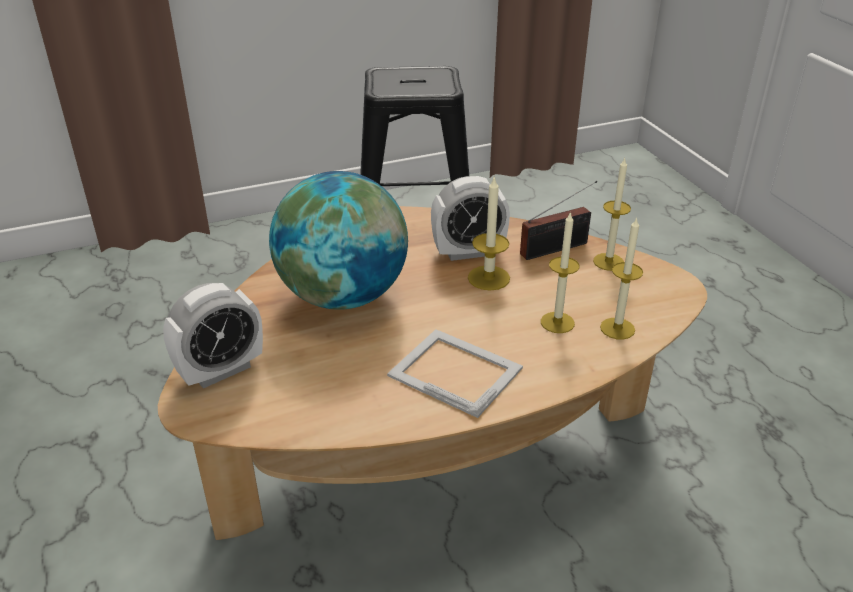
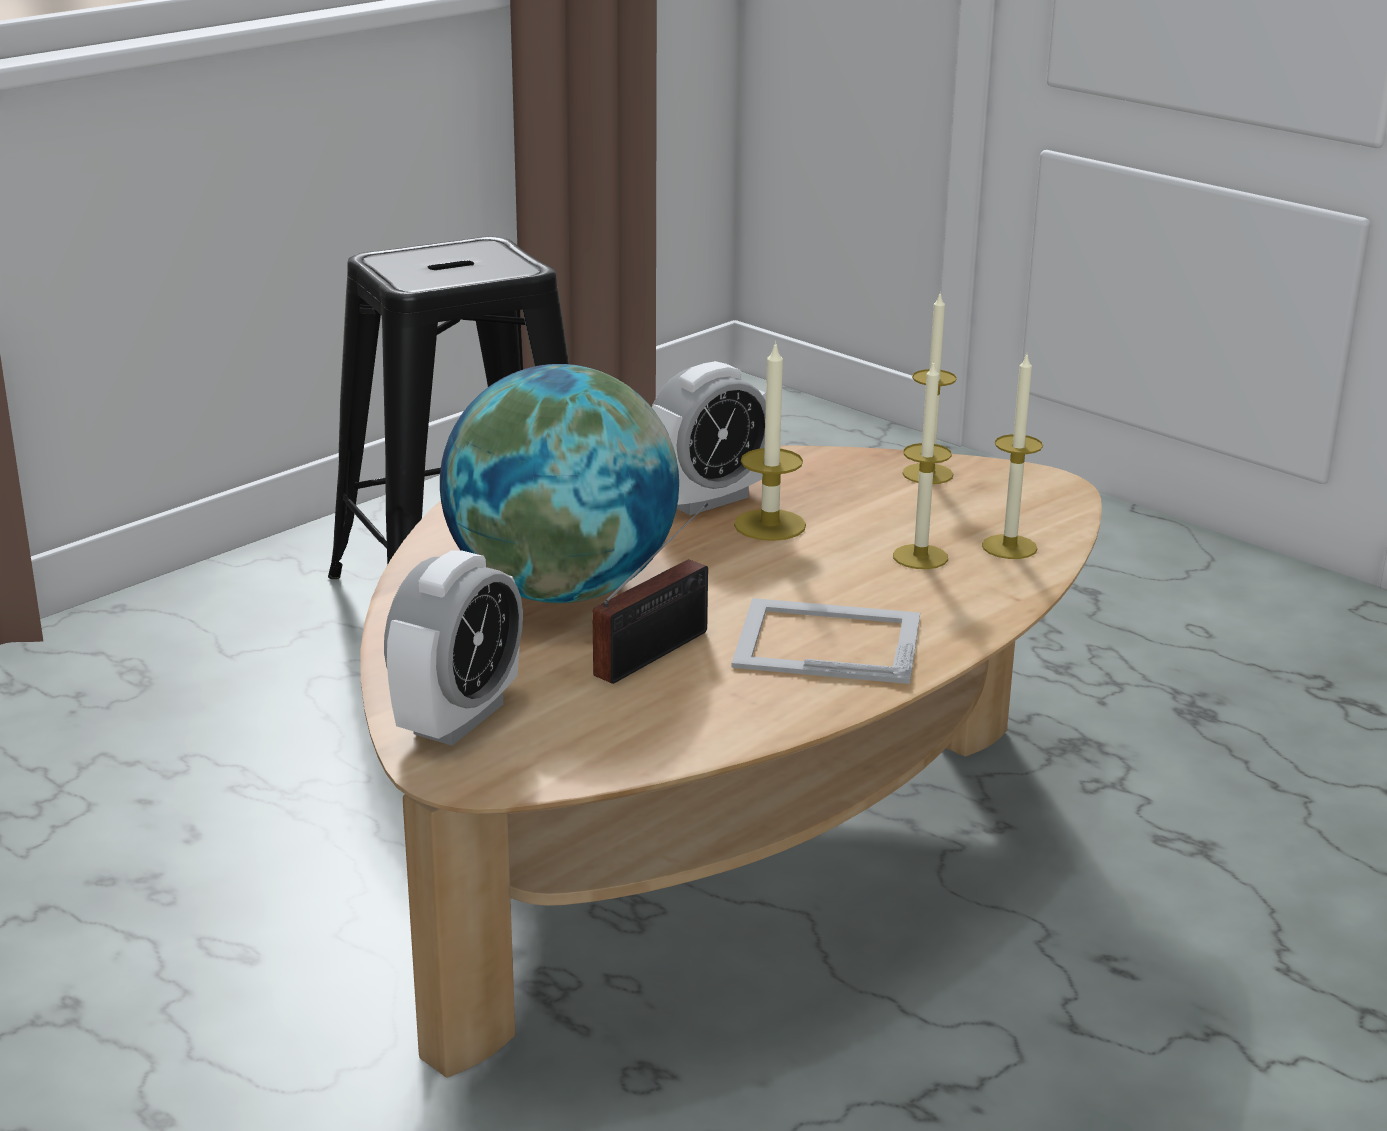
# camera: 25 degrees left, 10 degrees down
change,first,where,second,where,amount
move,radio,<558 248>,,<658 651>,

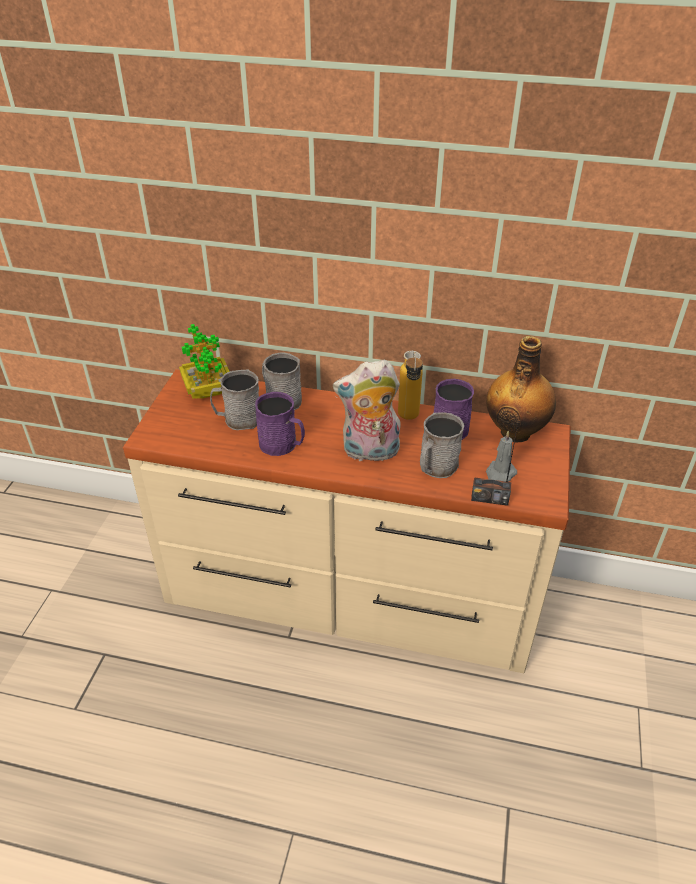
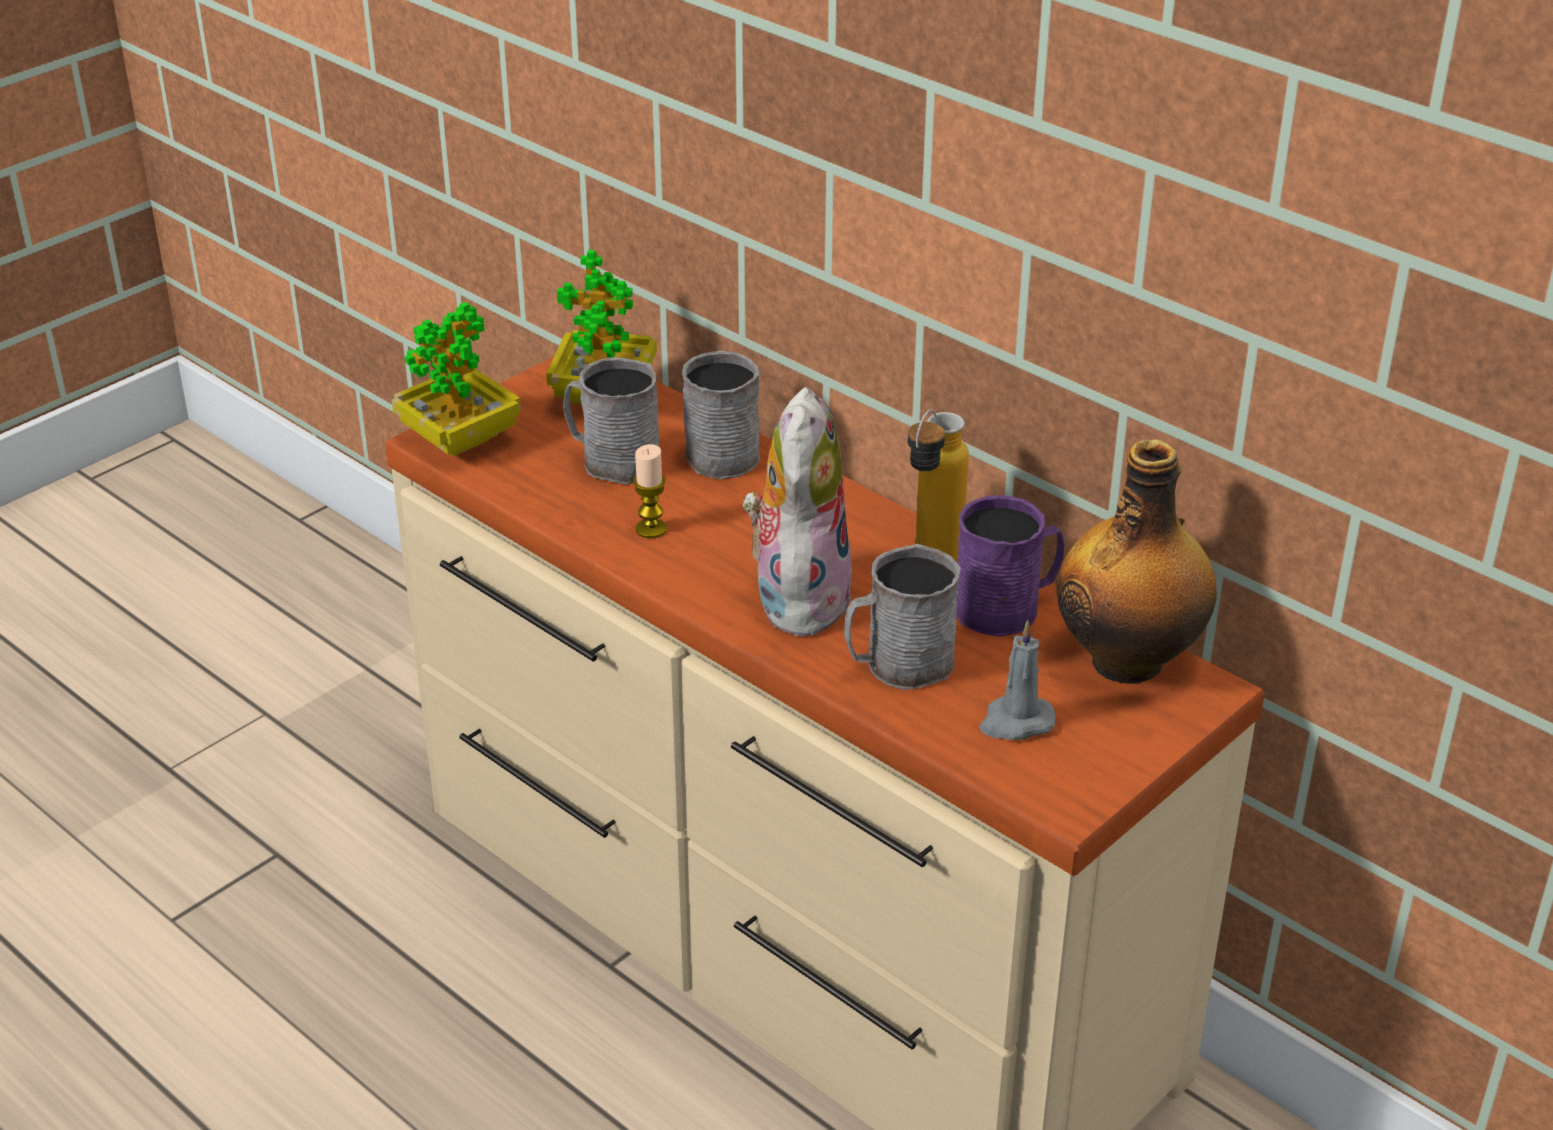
# camera: 30 degrees right, 5 degrees down
change,first,where,second,where,amount
rotate,pluszak,<369 452>,,<797 596>,75 degrees clockwise
replace,kubek [fioletowy],<282 445>,świeca,<651 529>,
delete,radio,<489 498>,,,
insert,,,roślina doniczkowa,<459 439>,

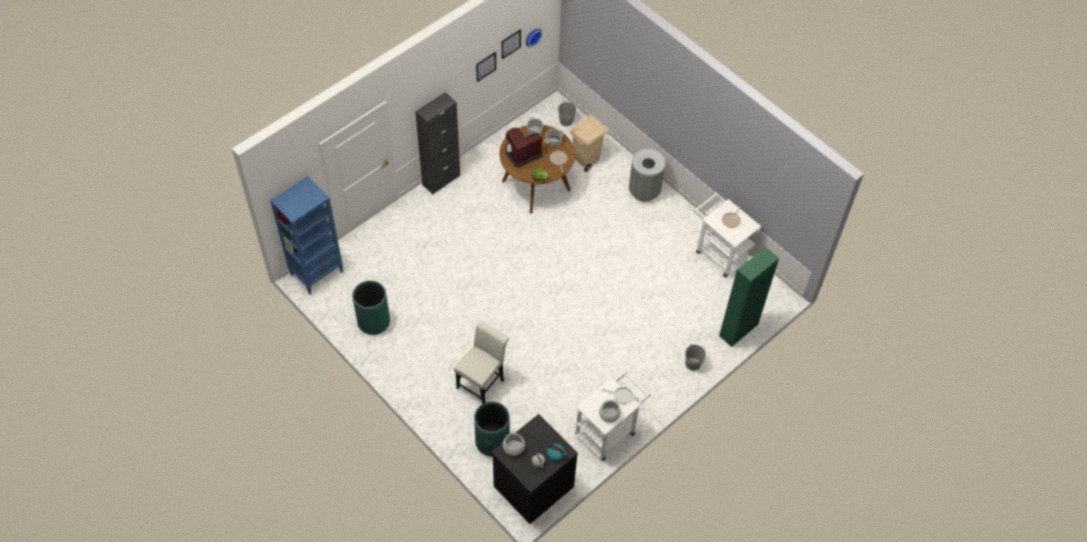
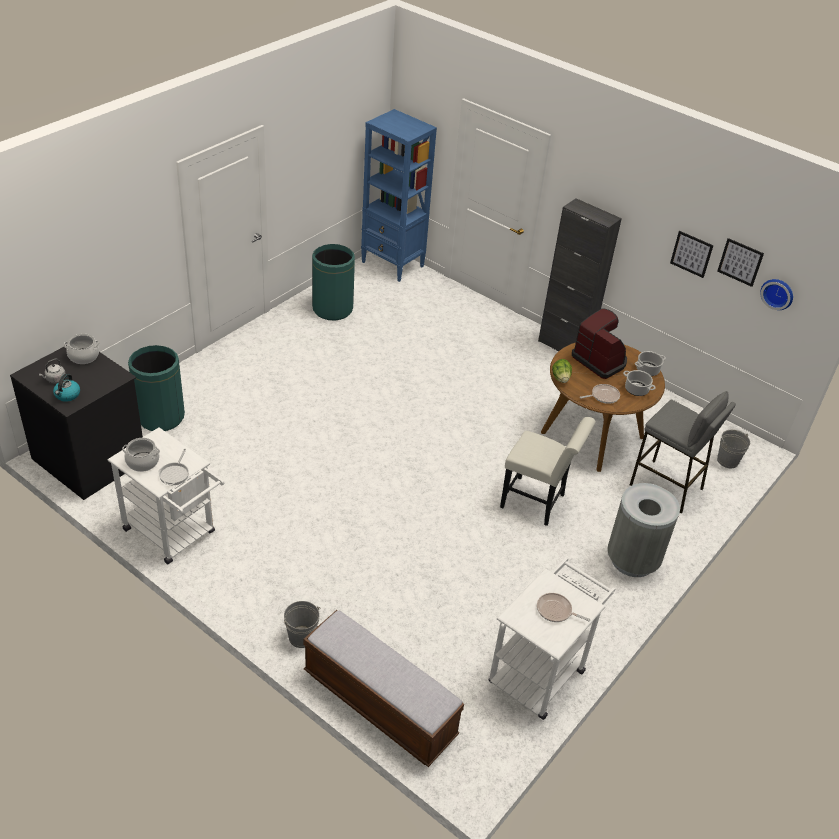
# camera: 80 degrees right, 15 degrees down
change,first,where,second,where,amount
replace,kosz na śmieci [beżowy],<586 158>,stołek [szary],<666 487>,
replace,szafka [zielony],<738 330>,ławka,<379 704>,
move,krzesło [biały],<482 382>,,<537 503>,

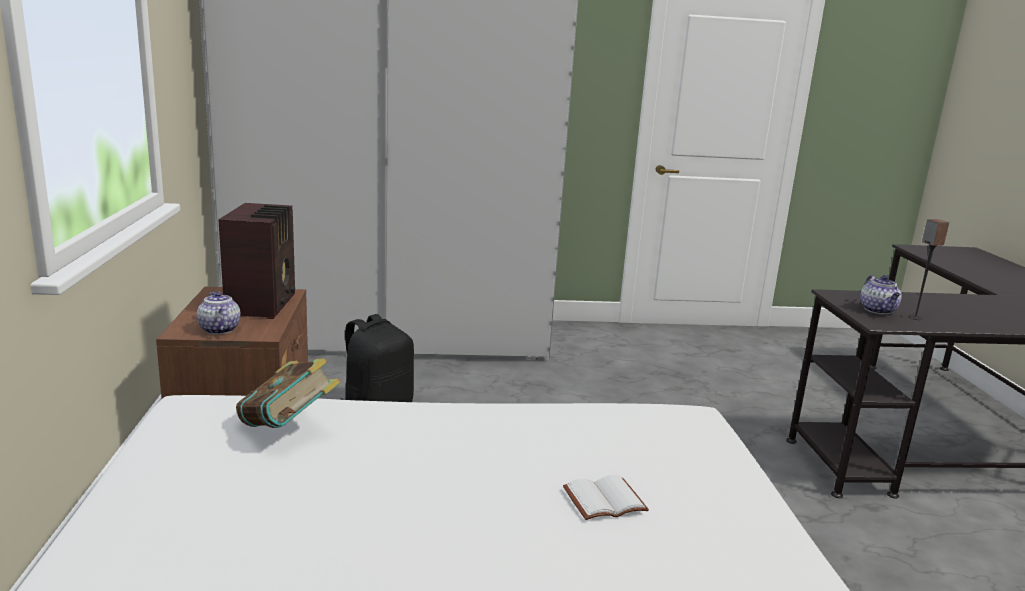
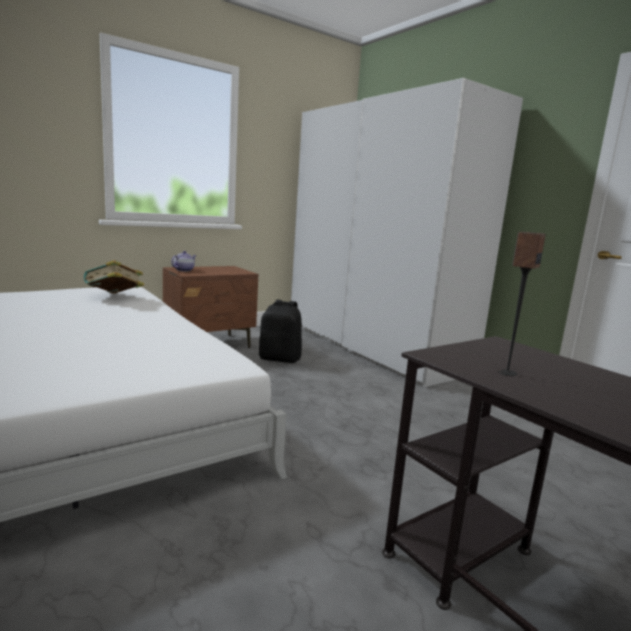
# camera: 60 degrees right, 5 degrees down
change,first,where,second,where,amount
delete,radio,<263 304>,,,
delete,imbryk,<878 310>,,,
delete,książka [biały],<604 499>,,,

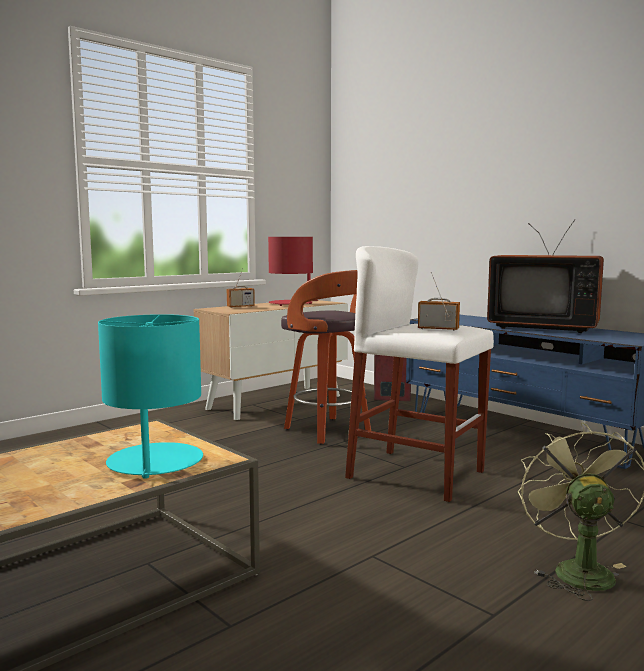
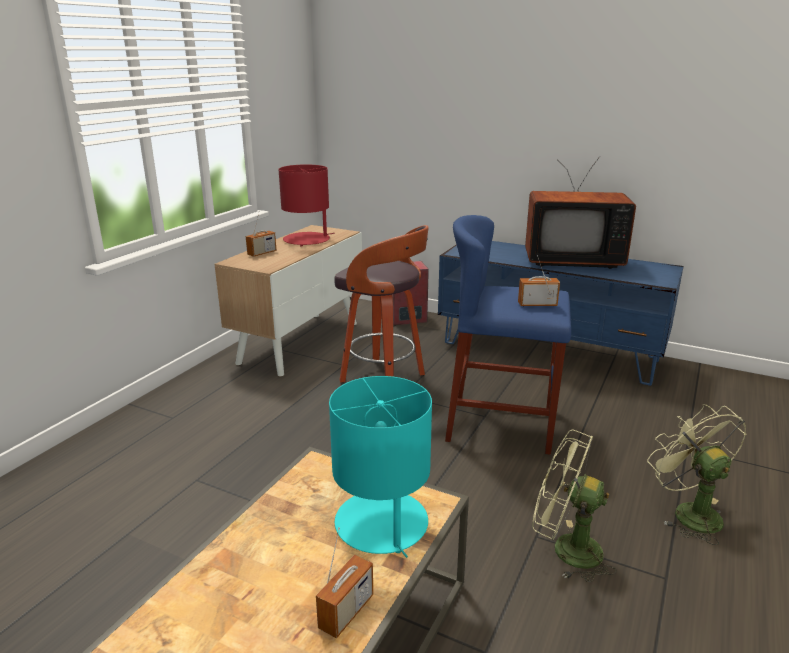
# camera: 20 degrees left, 15 degrees up
change,first,where,second,where,amount
recolor,stołek [biały],<416 474>,stołek [niebieski],<501 424>,
insert,,,wentylator [zielony],<566 549>,
insert,,,radio,<346 612>,

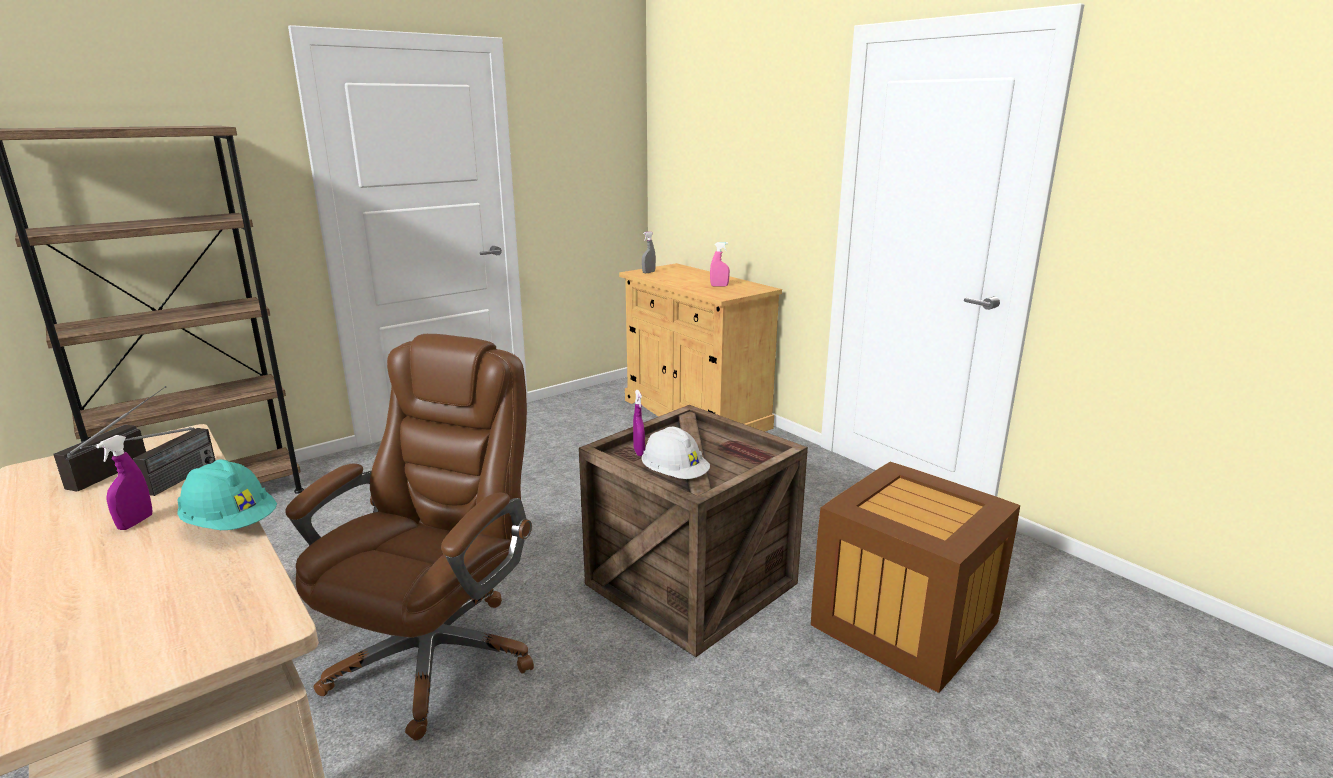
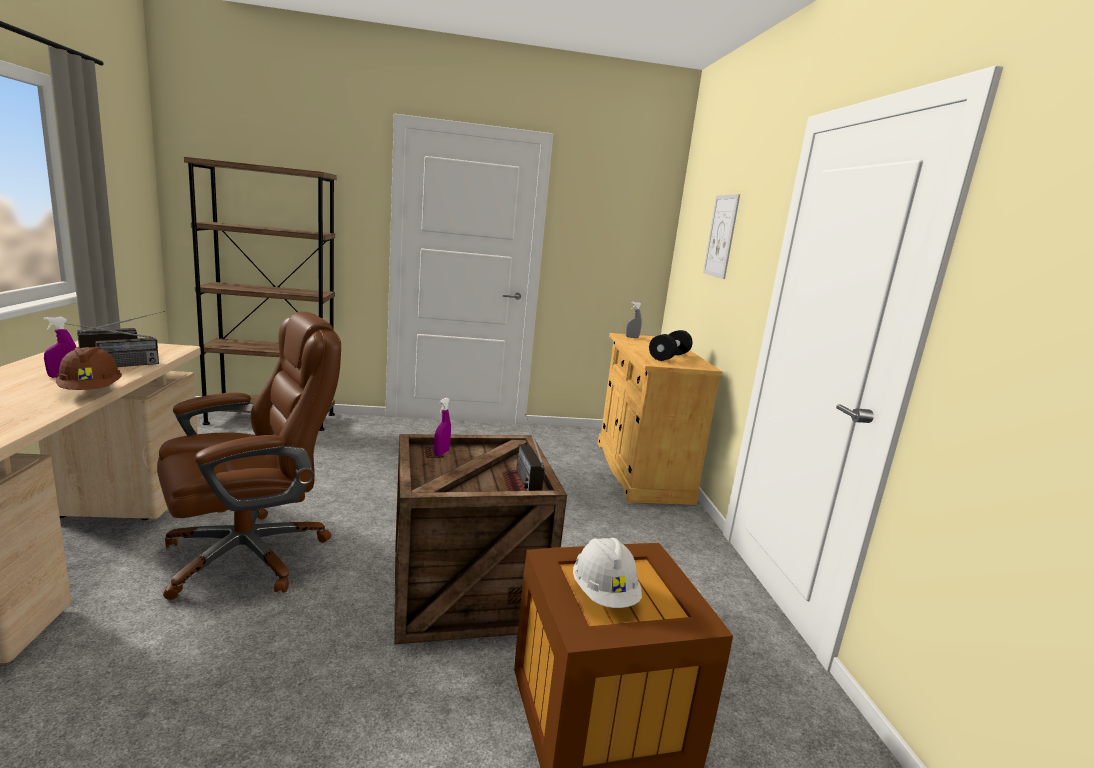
# camera: 30 degrees right, 5 degrees down
change,first,where,second,where,amount
replace,spryskiwacz [różowy],<719 286>,hantel [czarny],<669 357>,
move,kask [biały],<674 475>,,<604 594>,
recolor,kask [turkusowy],<231 524>,kask [brązowy],<91 391>,
insert,,,obraz,<721 236>,
insert,,,radio,<523 474>,

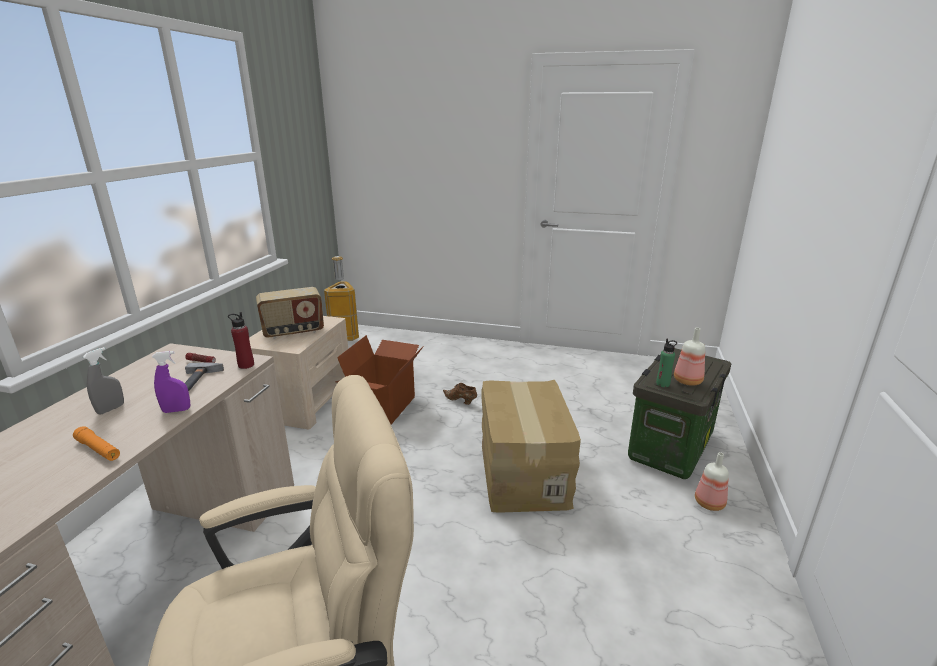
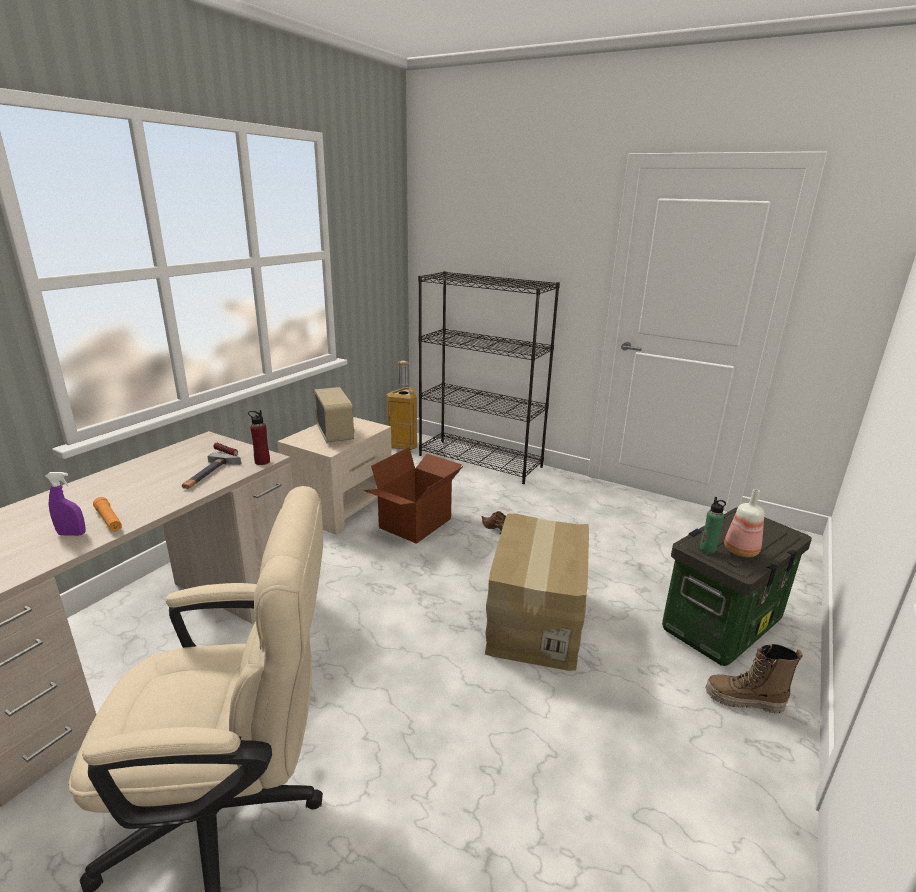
# camera: 15 degrees right, 0 degrees up
change,first,where,second,where,amount
rotate,radio,<293 331>,,<335 434>,105 degrees counterclockwise
delete,spryskiwacz [szary],<111 409>,,,
move,spryskiwacz [fioletowy],<176 410>,,<72 534>,
replace,butelka,<710 504>,but z cholewką,<743 701>,
insert,,,regał [czarny],<481 461>,

